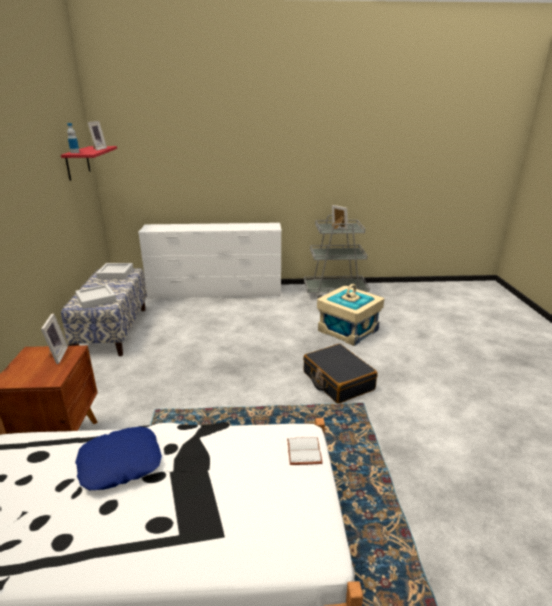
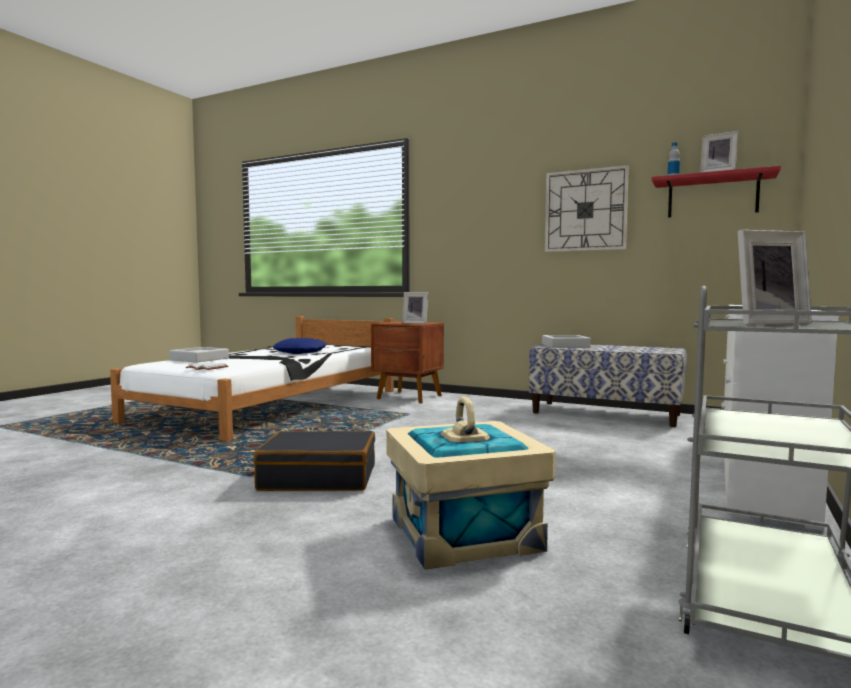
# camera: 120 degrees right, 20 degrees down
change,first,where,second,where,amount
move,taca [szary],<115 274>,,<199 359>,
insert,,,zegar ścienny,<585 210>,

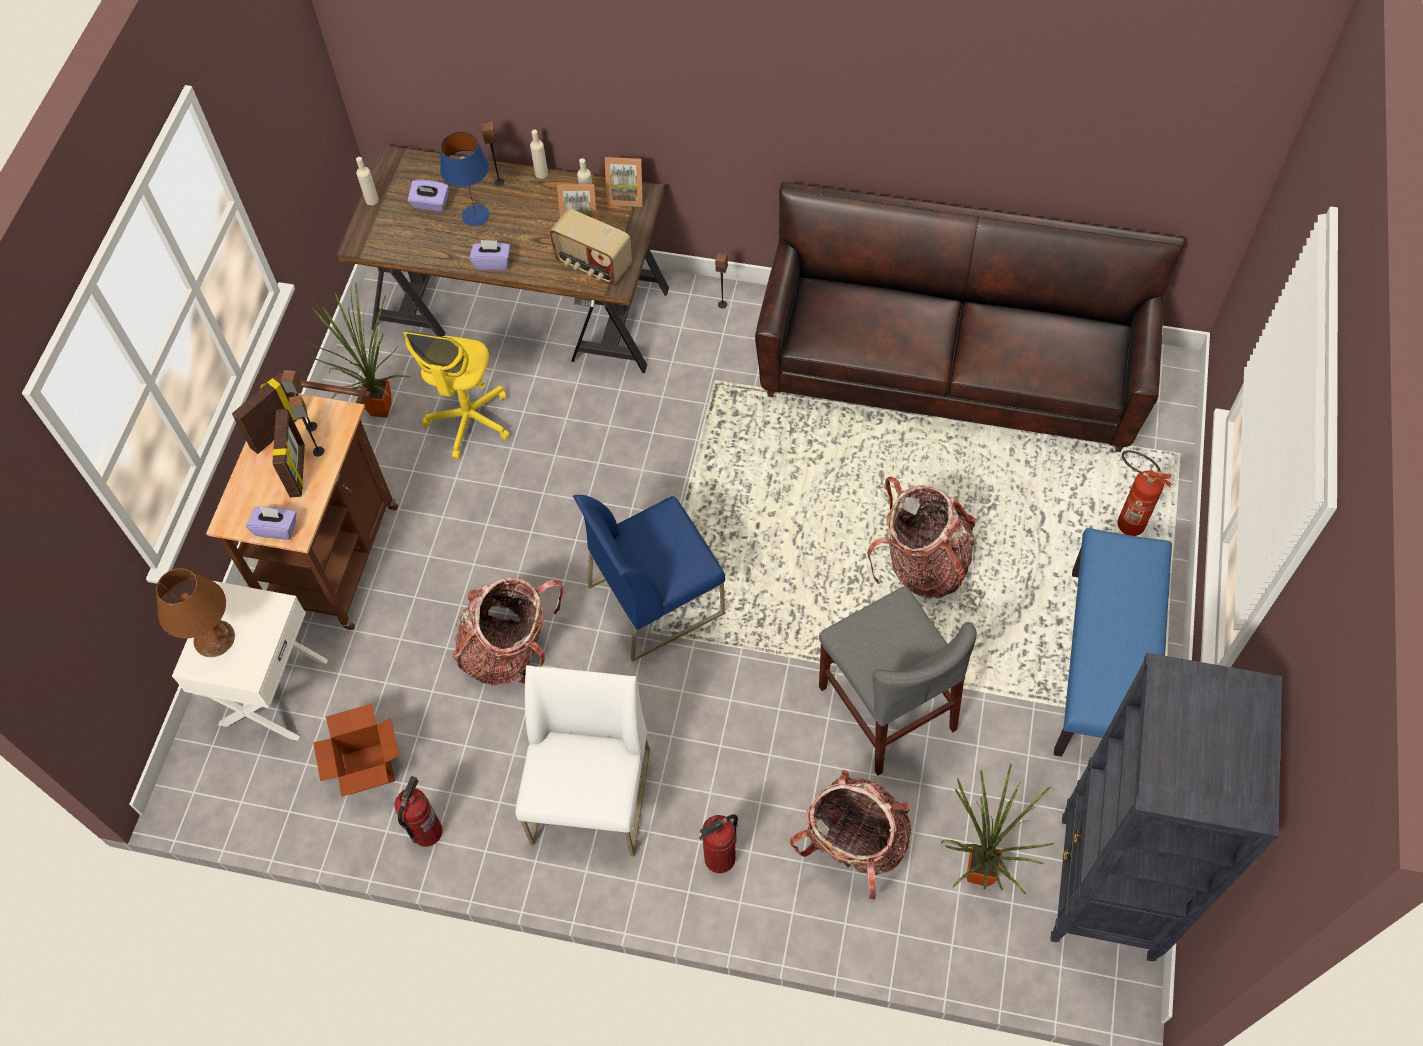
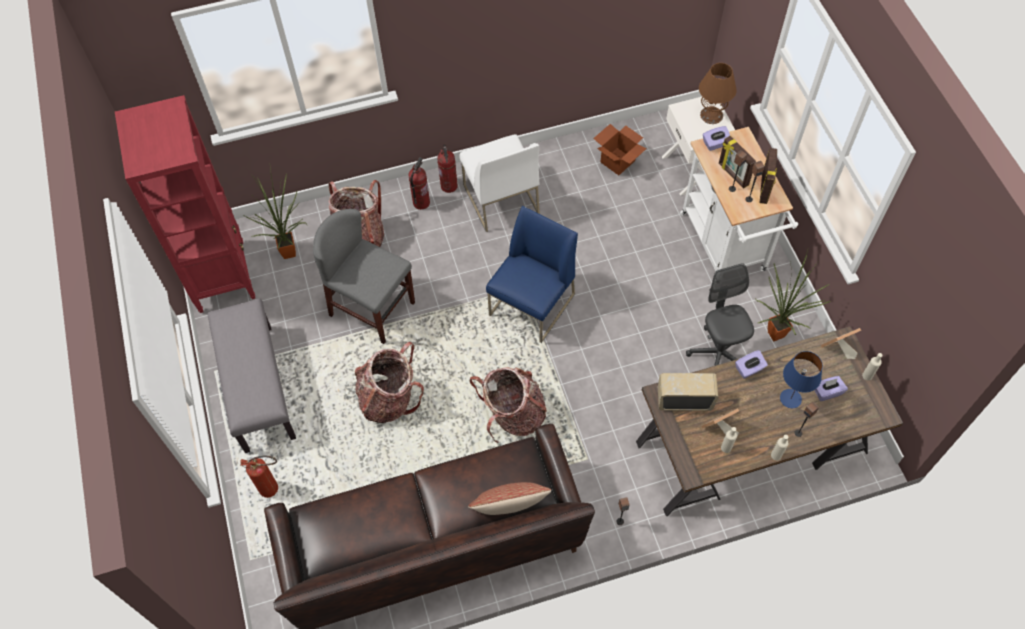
# camera: 150 degrees right, 0 degrees up
change,first,where,second,where,amount
move,ramka na zdjęcie,<626 195>,,<838 349>,
recolor,krzesło biurowe [żółty],<469 421>,krzesło biurowe [szary],<717 354>,
recolor,wózek [brązowy],<336 550>,wózek [biały],<725 247>,
recolor,ławka [niebieski],<1104 668>,ławka [szary],<257 387>,
move,plecak,<510 651>,,<513 415>,
recolor,regał [czarny],<1105 889>,regał [czerwony],<222 275>,
move,gaśnica,<426 831>,,<449 186>,
insert,,,poduszka,<509 510>,

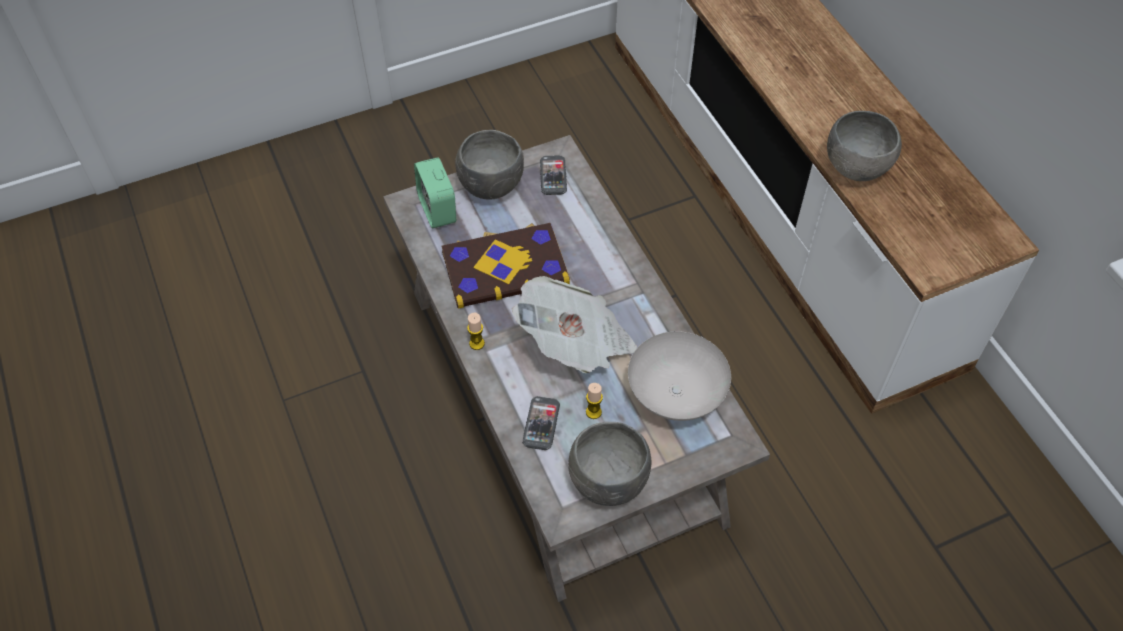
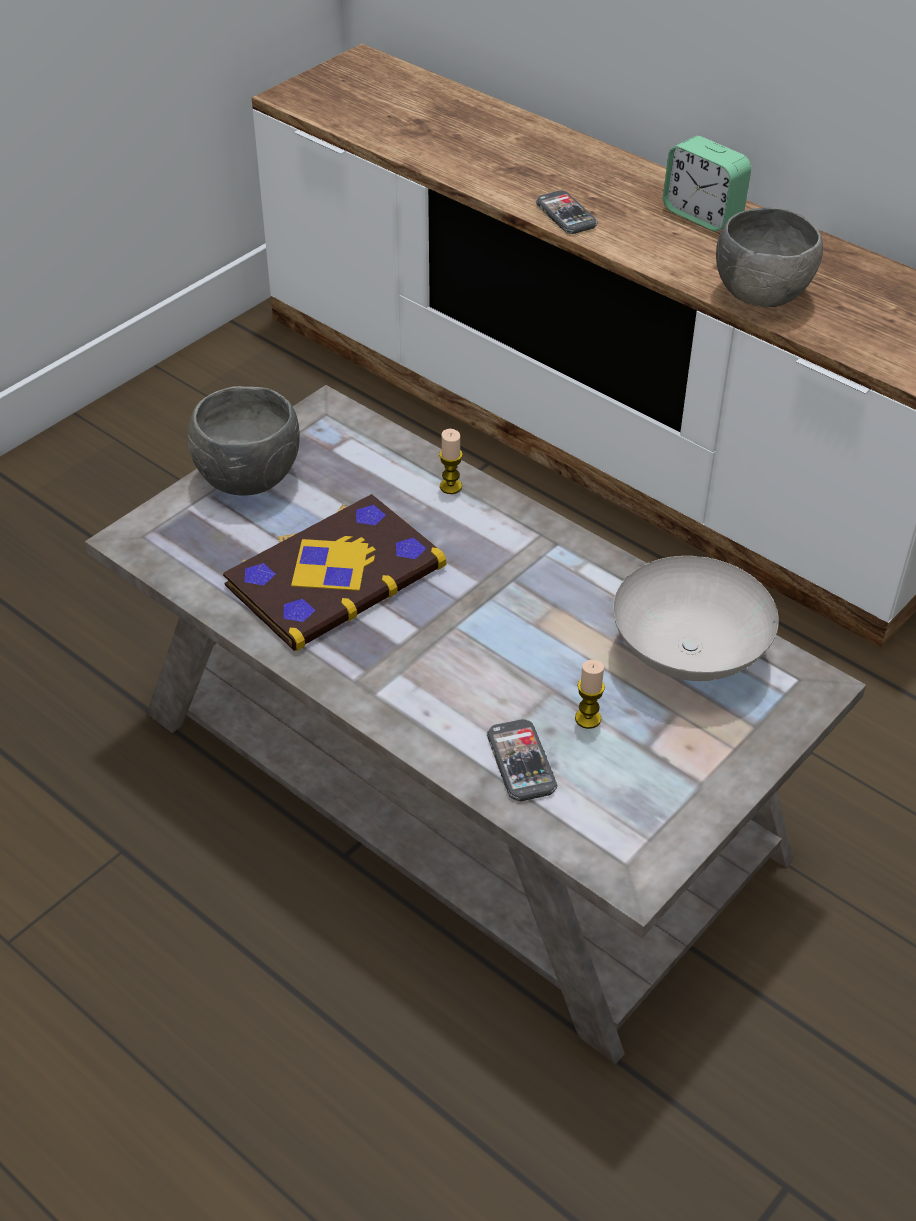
# camera: 25 degrees left, 10 degrees down
change,first,where,second,where,amount
move,telefon,<553 176>,,<566 215>,
move,budzik,<437 209>,,<702 215>,
delete,gazeta,<576 343>,,,
move,świeca,<477 343>,,<450 487>,
delete,miska [szary],<607 481>,,,

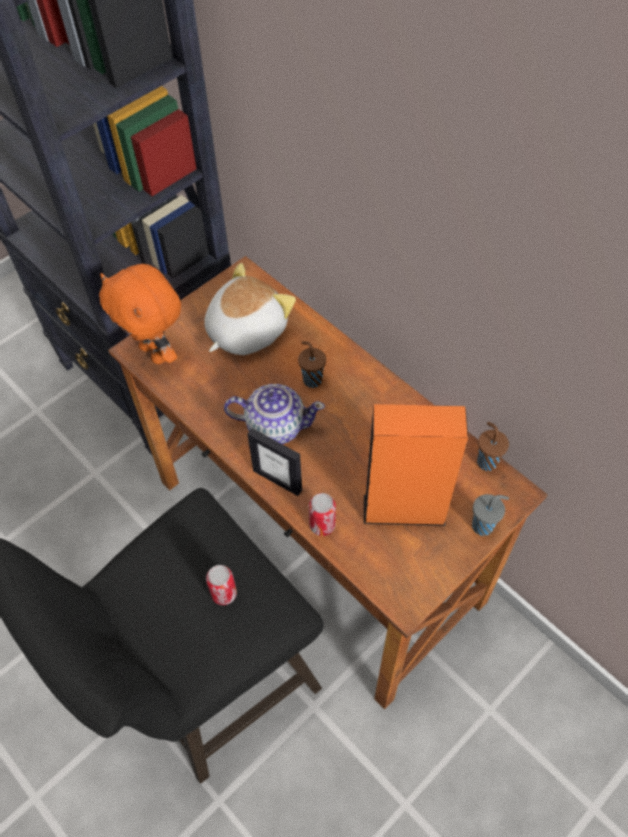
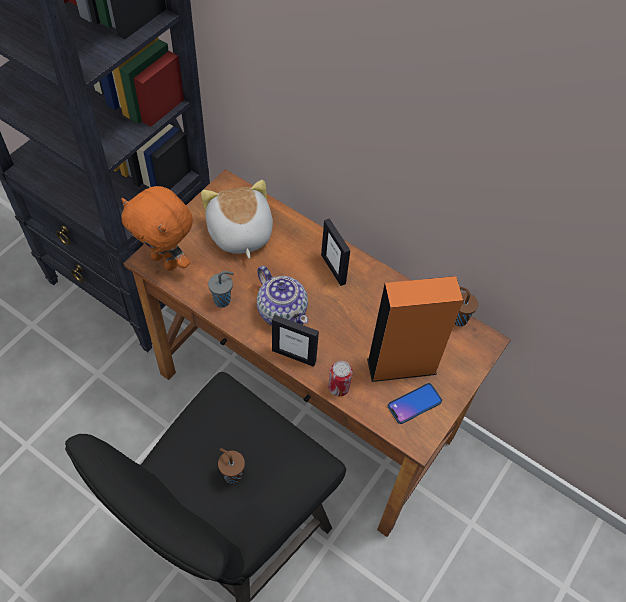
# camera: 15 degrees left, 0 degrees up
change,first,where,second,where,amount
rotate,pluszak,<245 331>,,<239 233>,45 degrees counterclockwise
move,filiżanka [brązowy],<311 379>,,<232 474>,
rotate,imbryk,<275 426>,,<282 311>,60 degrees clockwise
move,filiżanka [szary],<483 526>,,<223 300>,
delete,puszka,<224 594>,,,
insert,,,ramka na zdjęcie,<333 269>,
insert,,,telefon,<414 403>,

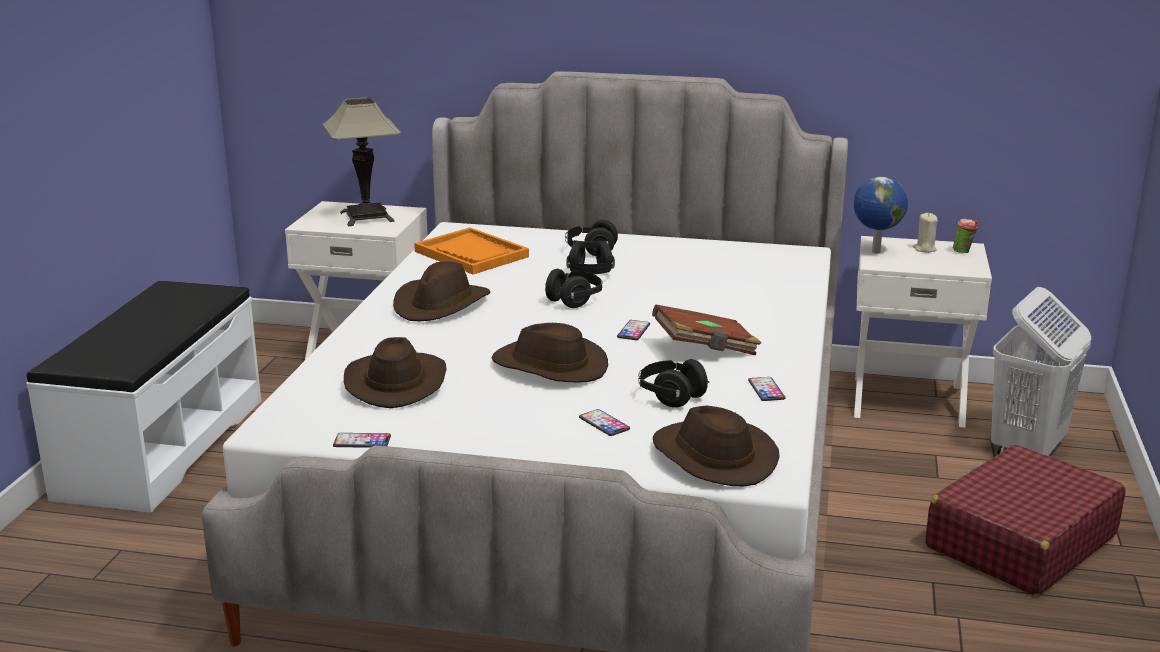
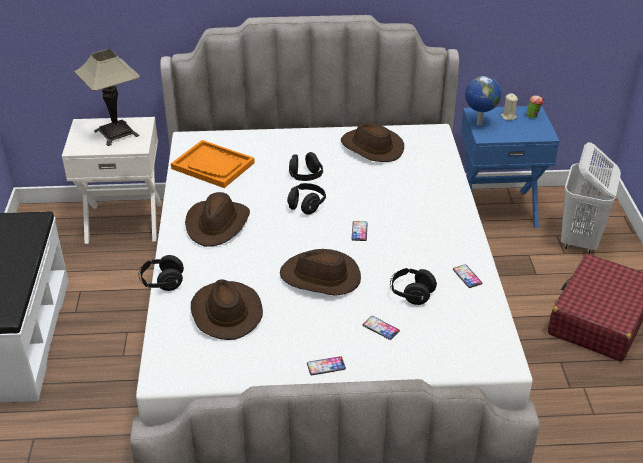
# camera: 15 degrees left, 15 degrees up
change,first,where,second,where,amount
move,słuchawki [czarny],<590 251>,,<162 282>,
recolor,szafka nocna [biały],<908 399>,szafka nocna [niebieski],<497 209>,
delete,książka [brązowy],<705 349>,,,
move,kapelusz [brązowy],<712 457>,,<371 148>,
move,telefon,<362 441>,,<326 366>,

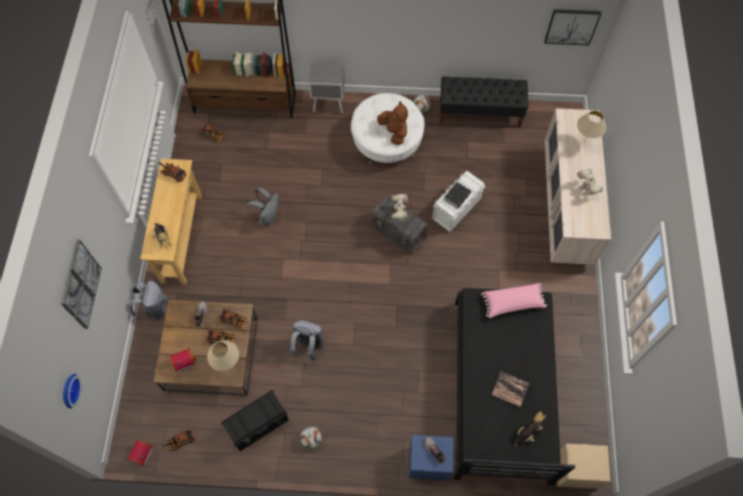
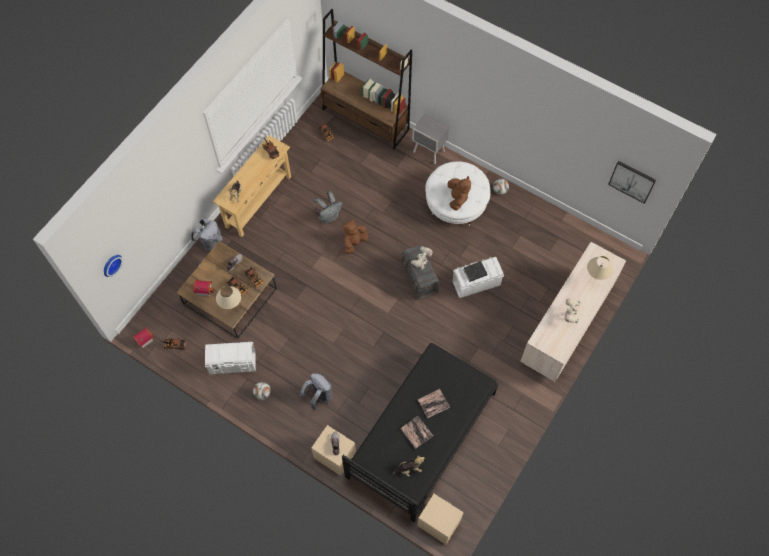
# camera: 30 degrees right, 0 degrees up
change,first,where,second,where,amount
delete,ławka [czarny],<480 113>,,,
delete,obraz,<80 284>,,,
delete,poduszka [różowy],<512 303>,,,
move,plecak [szary],<308 346>,,<319 397>,
recolor,pojemnik do przechowywania [czarny],<258 425>,pojemnik do przechowywania [biały],<233 363>,
recolor,szafka nocna [niebieski],<429 462>,szafka nocna [beżowy],<335 456>,
insert,,,pluszak [brązowy],<354 242>,
insert,,,książka,<433 403>,

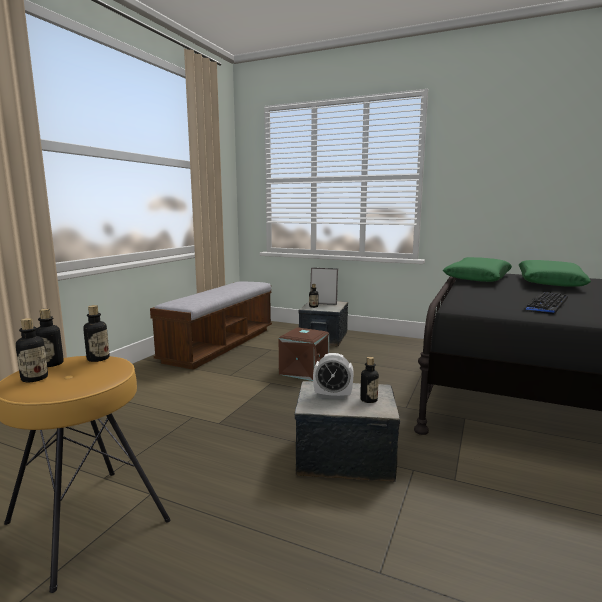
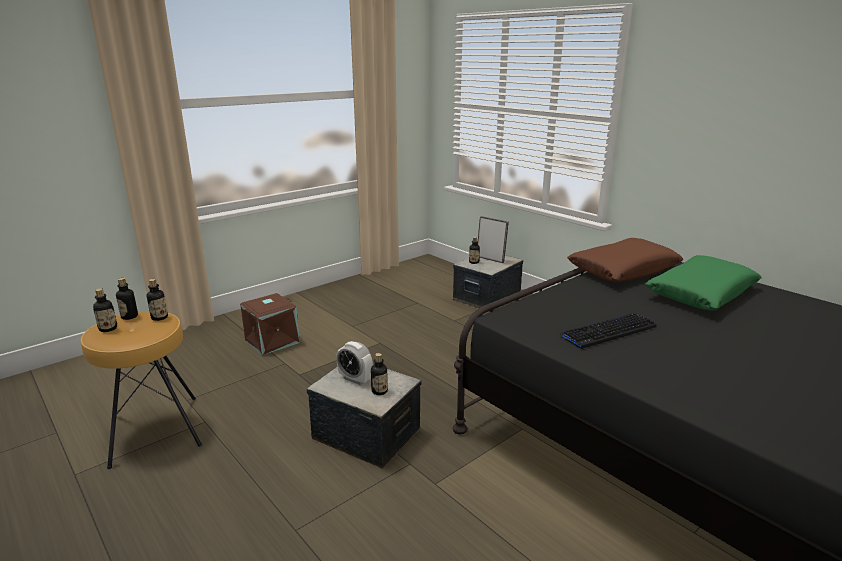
# camera: 25 degrees right, 10 degrees up
change,first,where,second,where,amount
recolor,poduszka [zielony],<477 279>,poduszka [brązowy],<623 270>,
delete,ławka,<220 345>,,,
move,pojemnik do przechowywania [brązowy],<303 371>,,<272 340>,

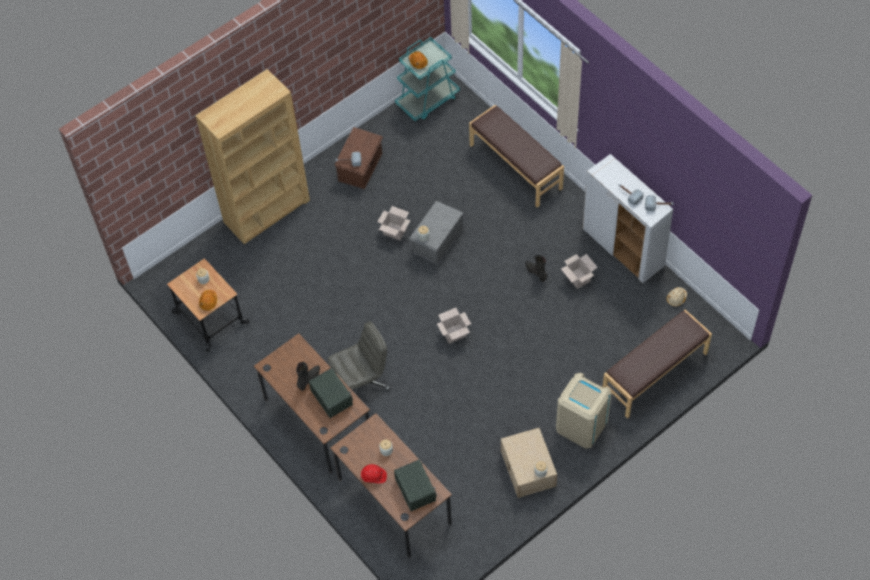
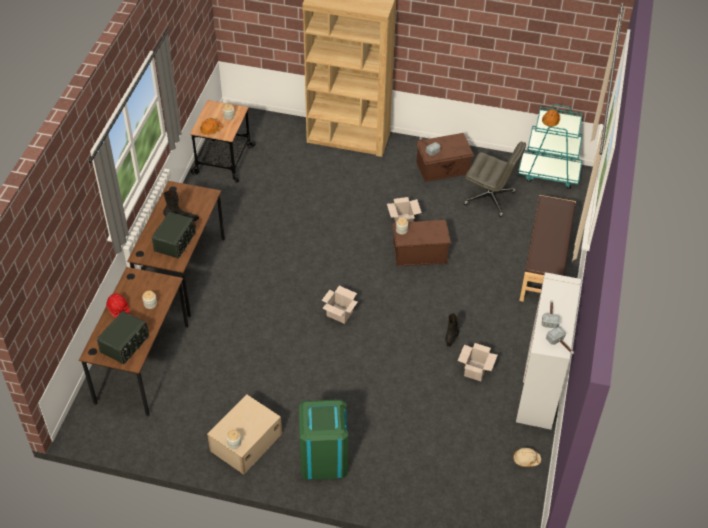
# camera: 50 degrees right, 10 degrees down
change,first,where,second,where,amount
recolor,pojemnik do przechowywania [szary],<436 241>,pojemnik do przechowywania [brązowy],<419 253>,
delete,ławka [brązowy],<655 374>,,,
move,krzesło biurowe [szary],<362 382>,,<490 198>,
recolor,kosz na śmieci [beżowy],<581 425>,kosz na śmieci [zielony],<323 458>,

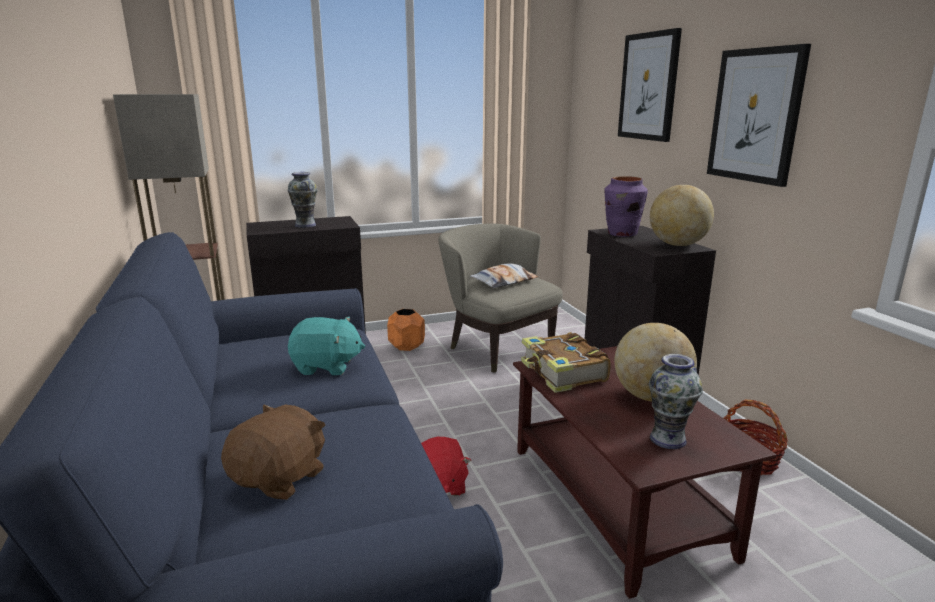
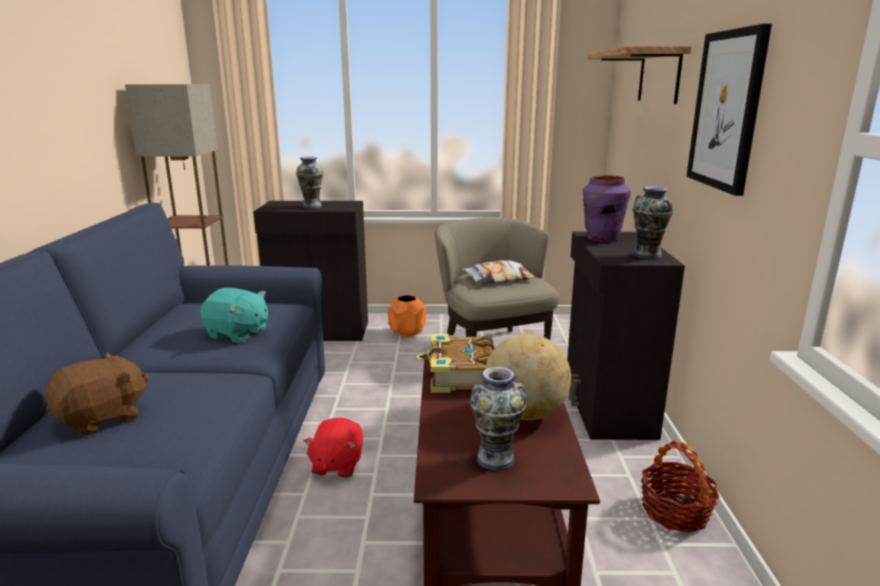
# camera: 20 degrees right, 0 degrees up
change,first,where,second,where,amount
replace,obraz,<649 86>,półka,<659 76>,
replace,globus,<677 245>,wazon,<647 255>,

